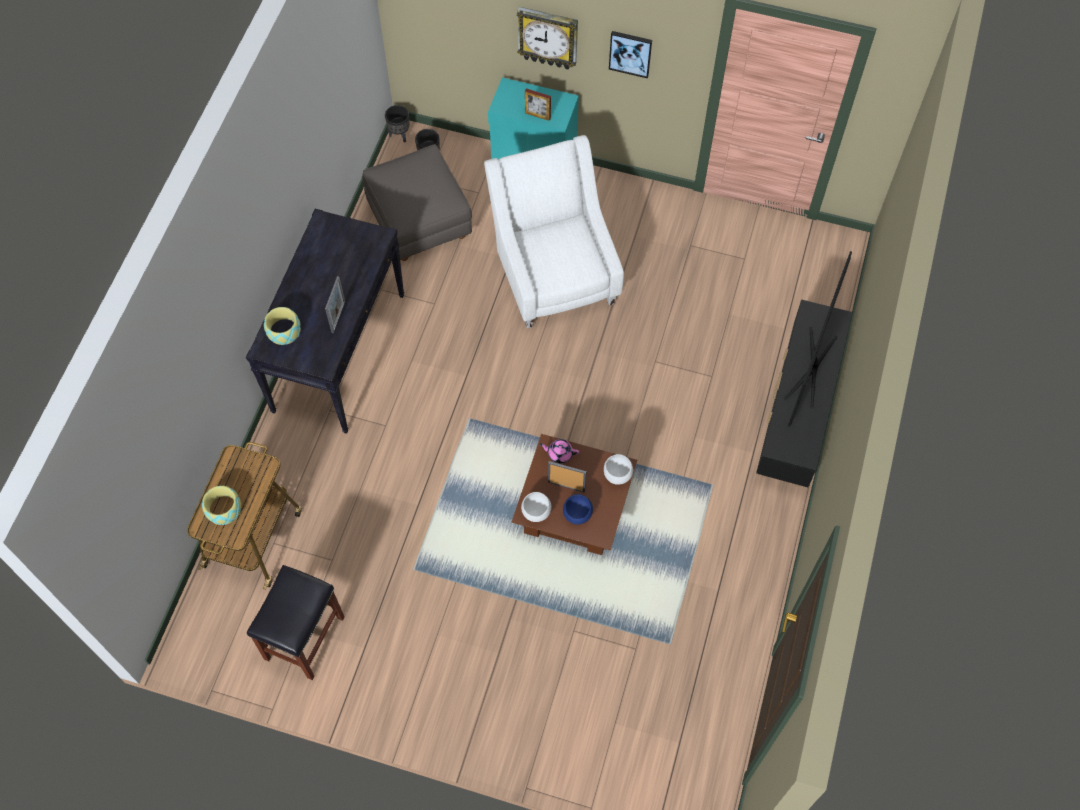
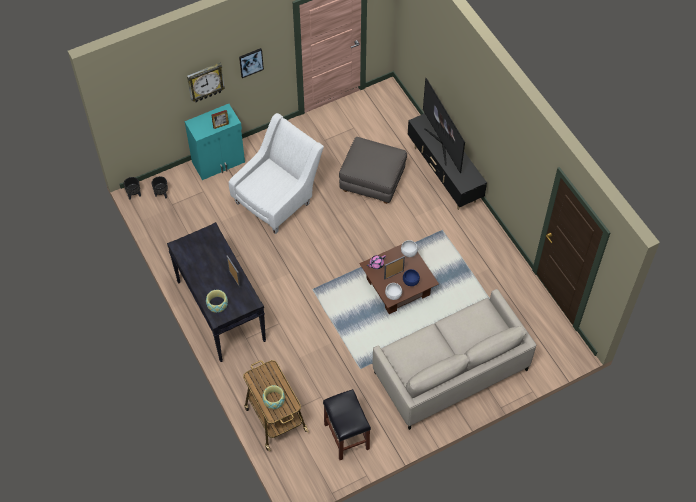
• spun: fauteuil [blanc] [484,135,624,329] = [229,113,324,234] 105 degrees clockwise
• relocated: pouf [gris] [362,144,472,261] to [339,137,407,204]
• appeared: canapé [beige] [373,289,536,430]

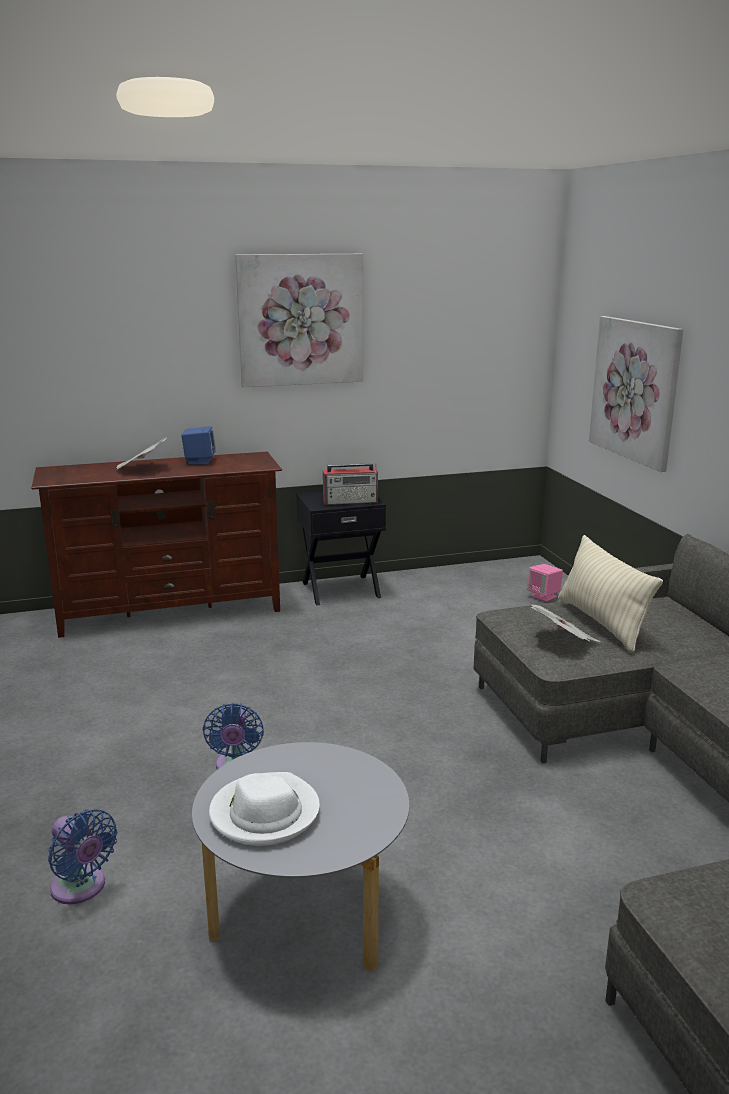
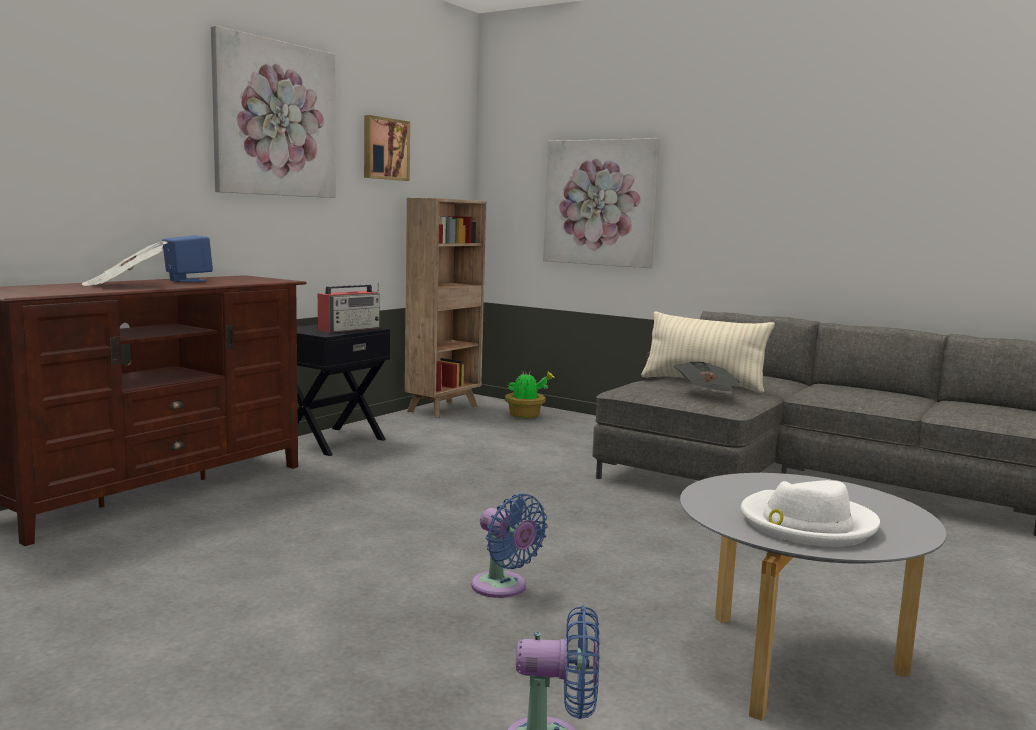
• exchanged: enceinte [rose] [527,564,563,602] to plante en pot [505,370,554,418]
• appeared: tableau [364,115,410,181]
• appeared: bibliothèque [marron] [405,198,486,418]

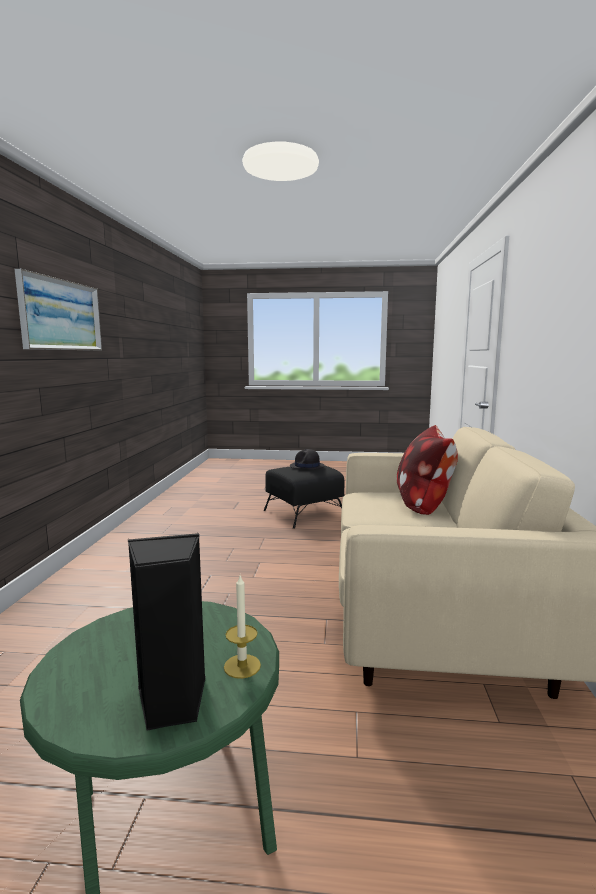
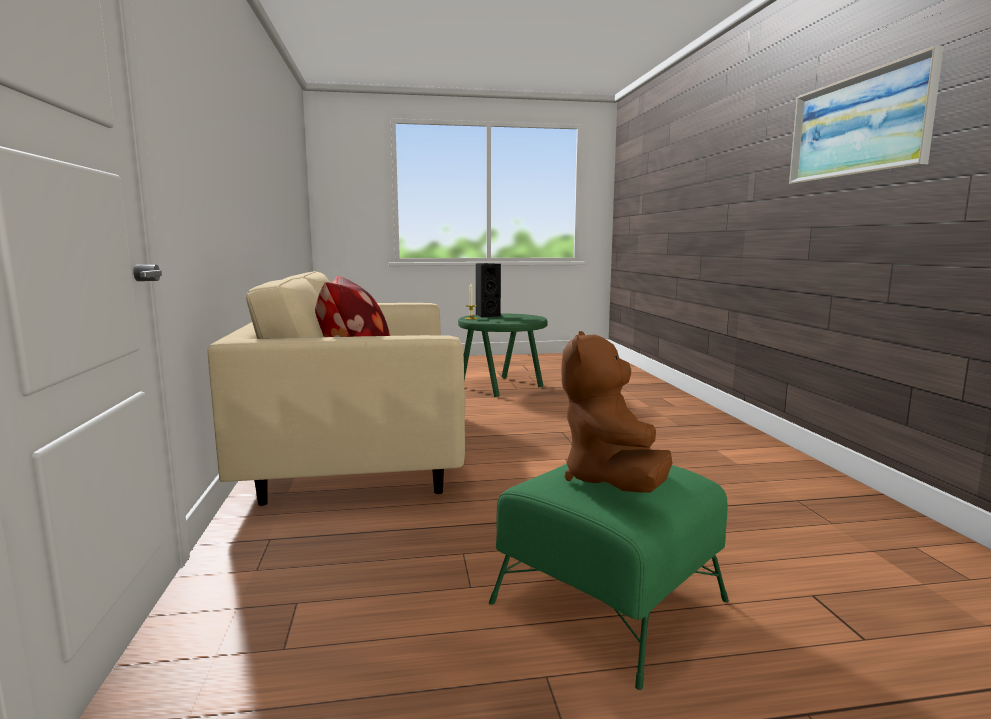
• exchanged: chapeau [noir] [290,449,325,469] to peluche [marron] [562,331,672,493]
• colour: pouf [noir] [264,466,344,529] to pouf [vert] [489,464,729,690]

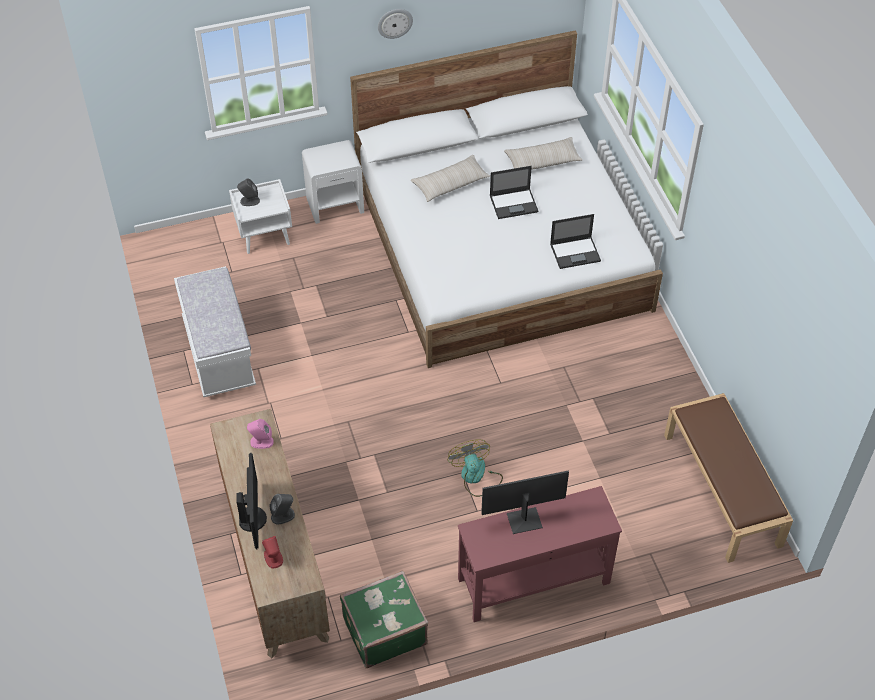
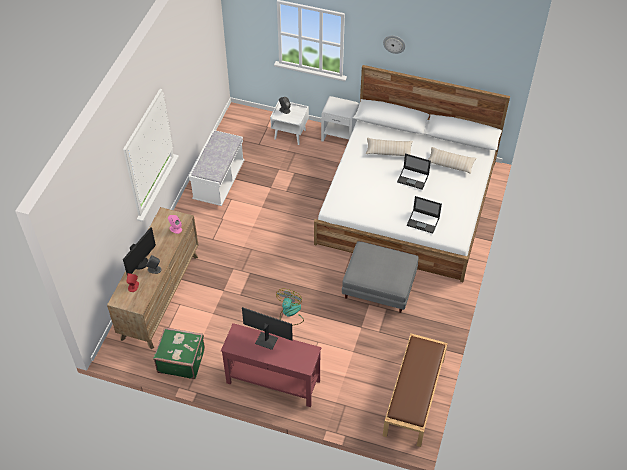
• appeared: pouf [gris] [342,241,419,313]

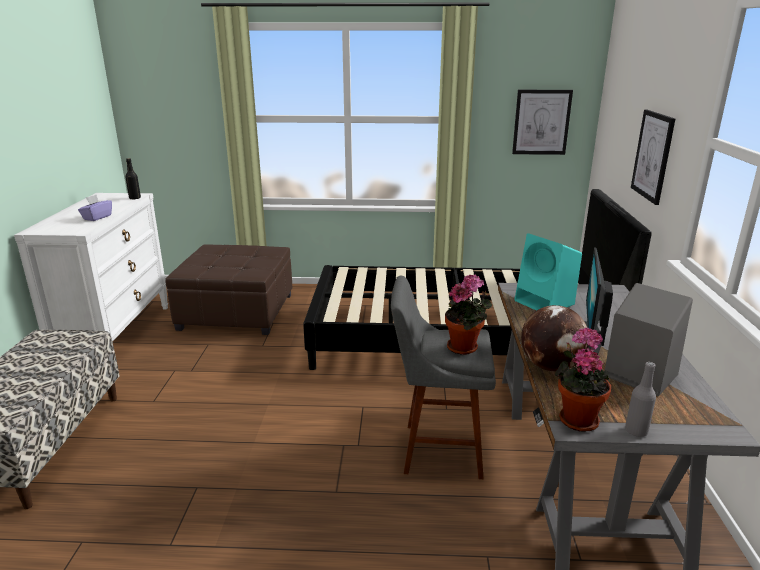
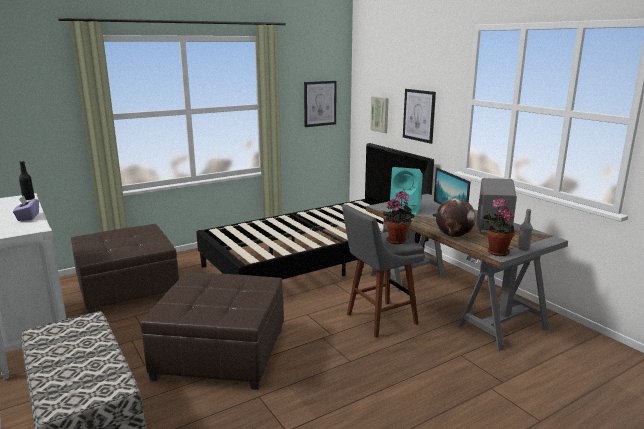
• appeared: tableau [370,96,389,133]
• appeared: pouf [marron] [140,272,284,390]

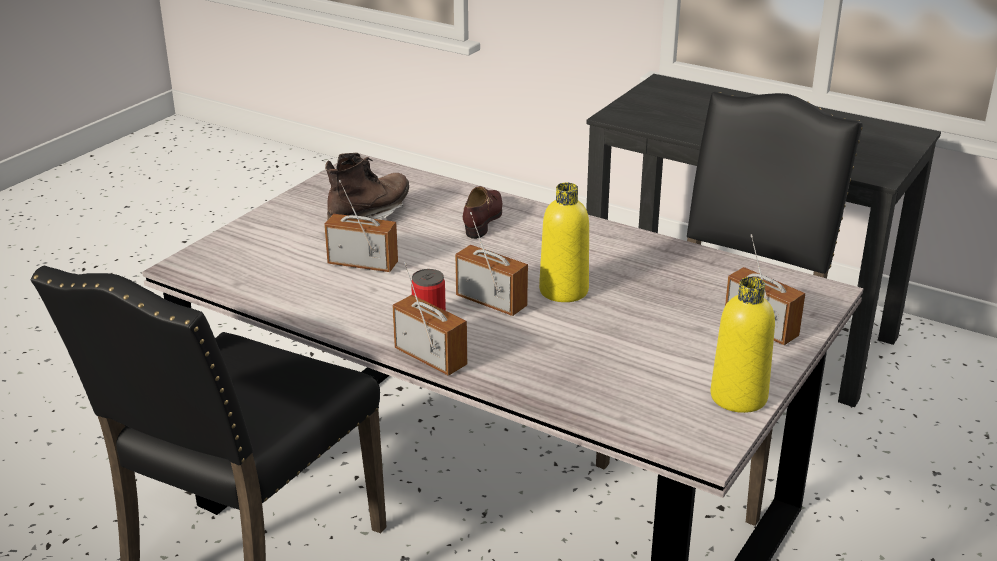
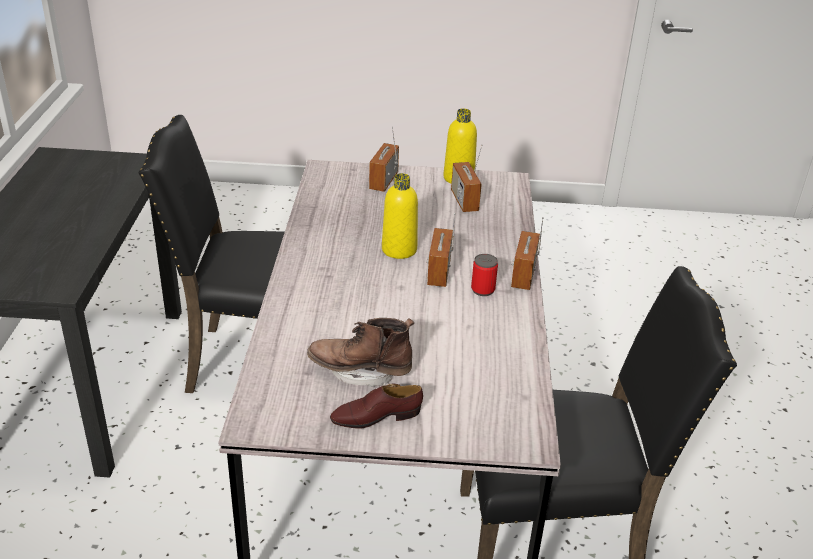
• relocated: radio [324,180,398,272] to [451,144,483,212]
• relocated: chaussure [marron] [463,186,502,239] to [330,383,423,429]

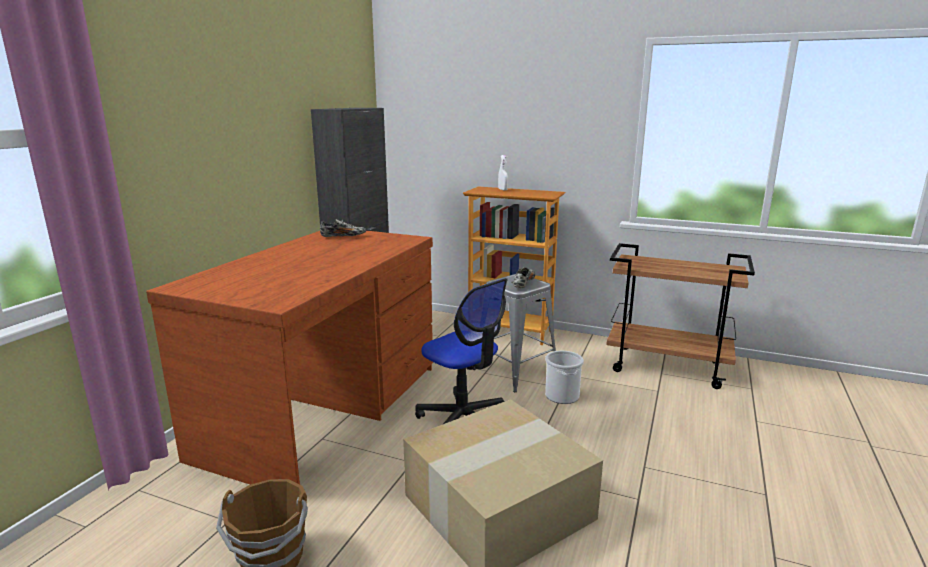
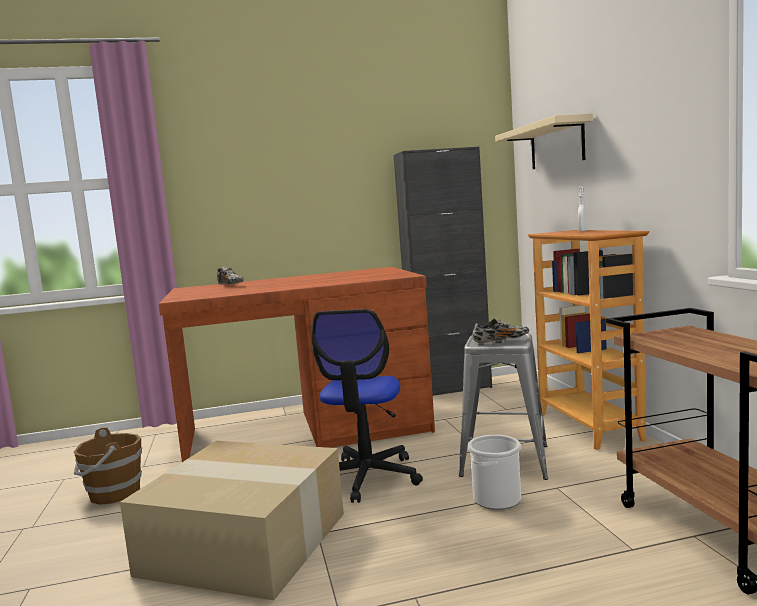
• relocated: chaussure [320,219,366,237] to [217,266,244,286]
• appeared: étagère [beige] [495,113,593,169]

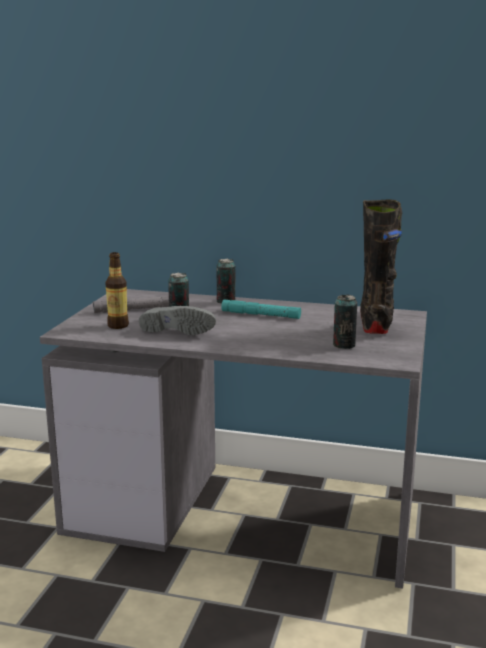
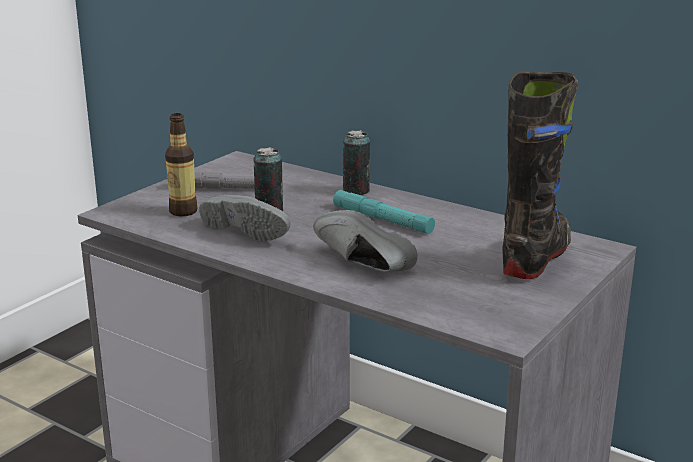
• missing: boîte métallique [333,295,357,349]
• appeared: chaussure [gris] [313,210,418,272]

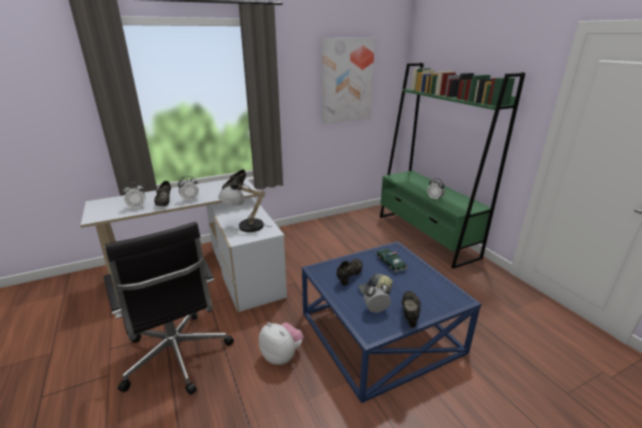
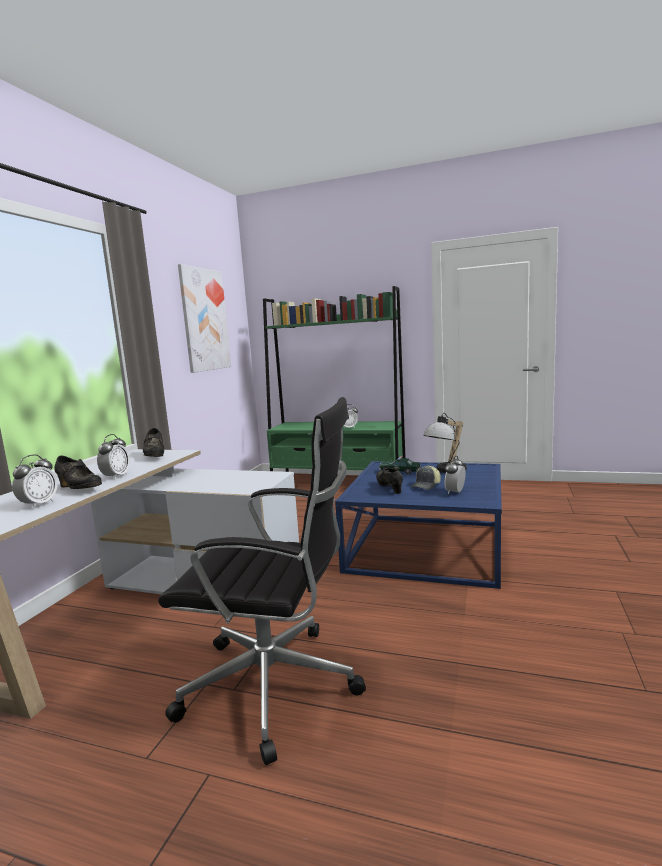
• relocated: lampe de table [218,181,273,232] to [423,413,467,473]
• missing: chaussure [noir] [402,291,421,328]
• missing: peluche [259,322,304,365]

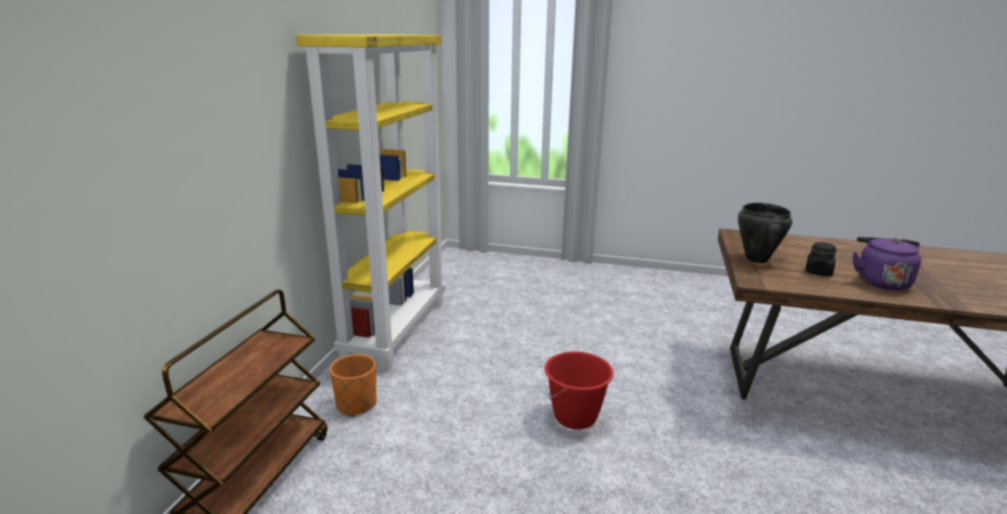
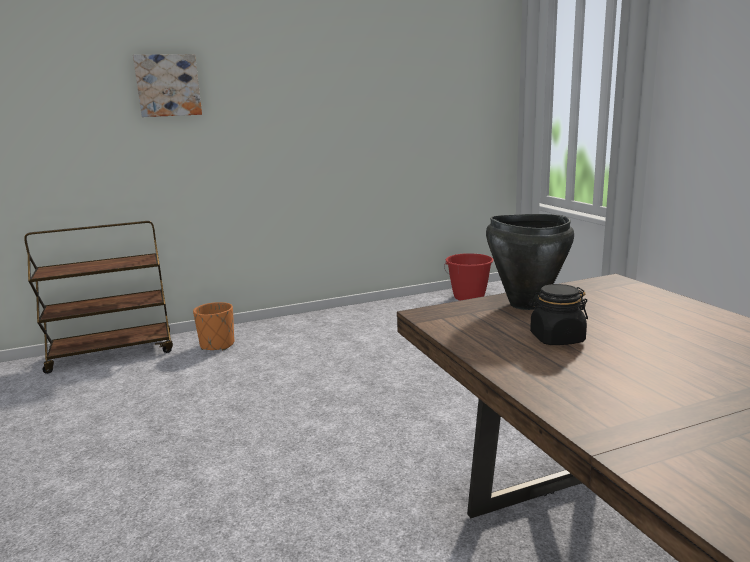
• missing: bibliothèque [jaune] [296,34,445,372]
• missing: bouilloire [violet] [853,237,921,290]
• relocated: seau [rouge] [545,352,614,430] to [444,253,494,301]
• appeared: tableau [133,54,202,117]

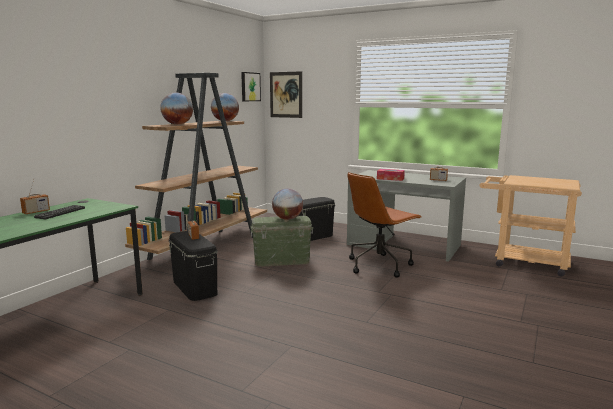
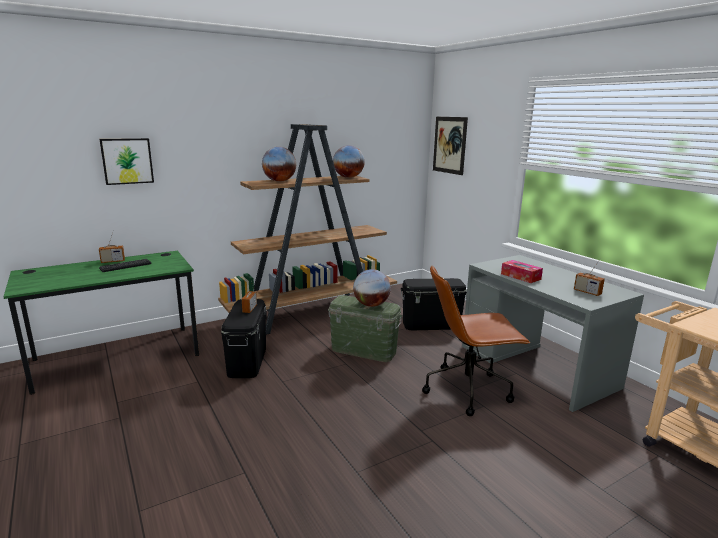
• relocated: tableau [241,72,261,101] to [99,138,154,185]

